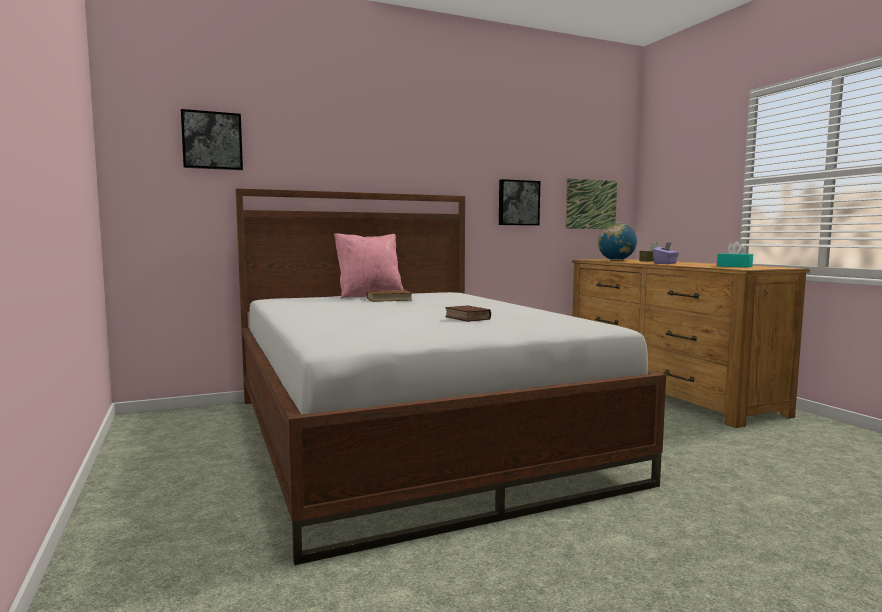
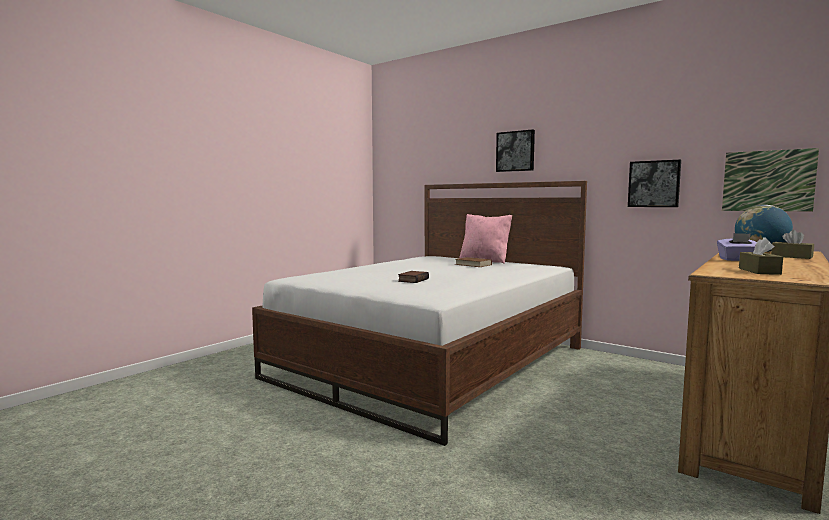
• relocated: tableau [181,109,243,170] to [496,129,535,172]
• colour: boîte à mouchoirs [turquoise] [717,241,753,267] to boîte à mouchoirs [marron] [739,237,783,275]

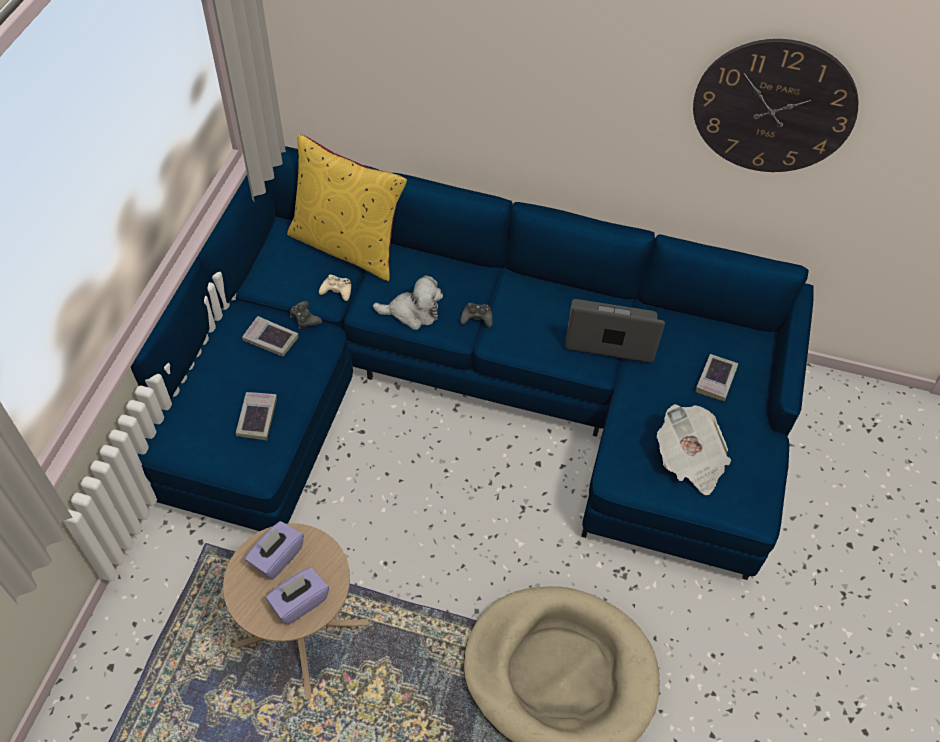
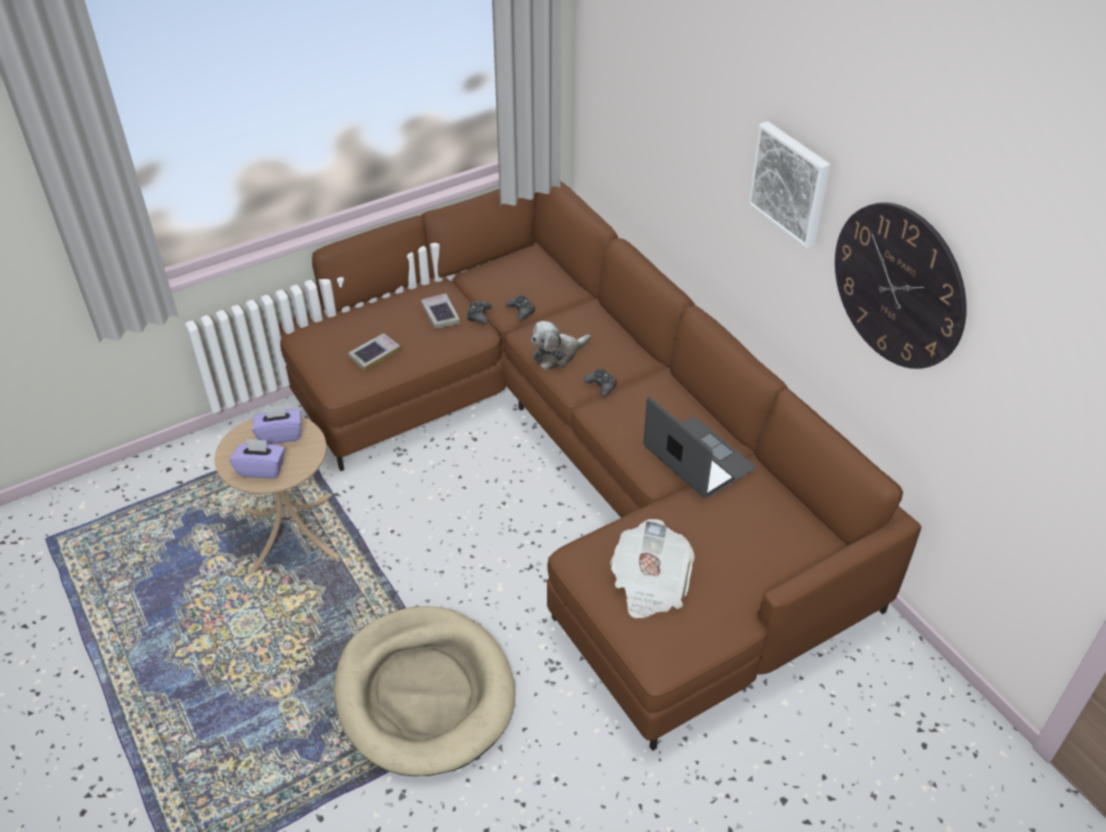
• missing: coussin [jaune] [287,134,407,281]
• colour: canapé [bleu] [131,146,814,580] to canapé [marron] [279,181,921,751]
• colour: manette [beige] [319,275,351,301] to manette [noir] [506,294,535,320]
• spun: peluche [373,275,443,330] = [531,321,591,370] 105 degrees clockwise
• missing: livre [695,354,738,401]
• appeared: tableau [747,121,831,249]

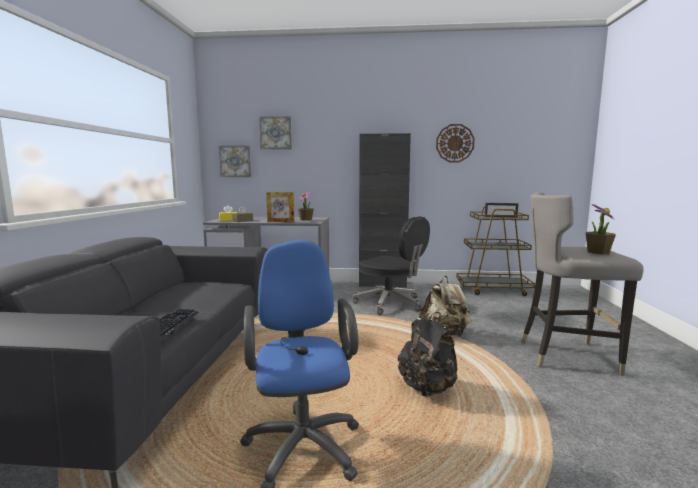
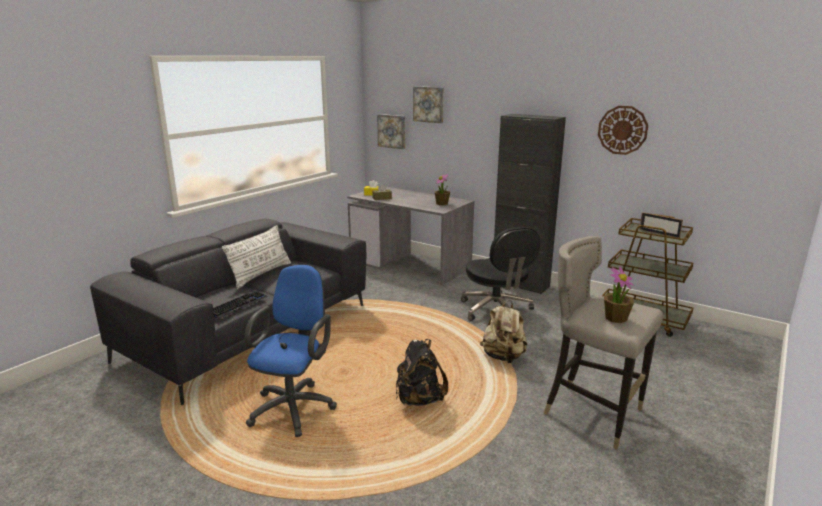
• missing: cadre photo [266,192,294,222]
• appeared: coussin [blanc] [222,225,291,289]

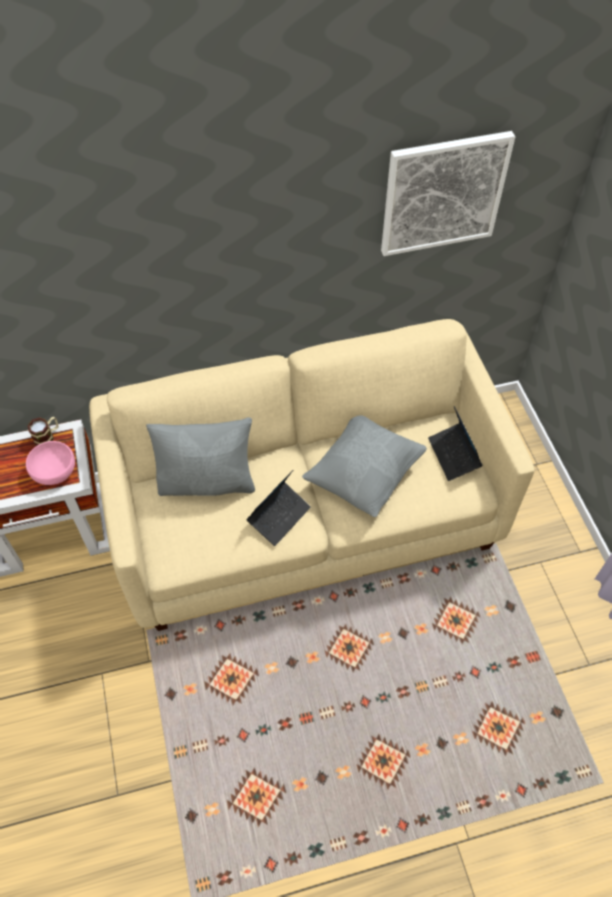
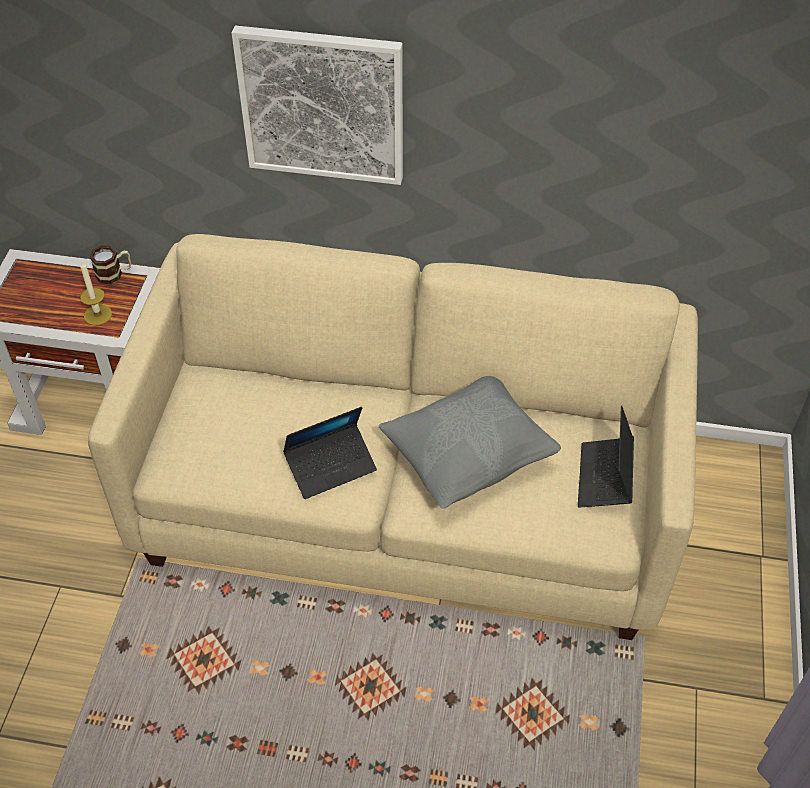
• relocated: tableau [381,131,516,256] to [232,25,403,185]
• missing: coussin [gris] [146,417,255,496]
• exchanged: bol [rose] [26,441,75,485] to bougie [80,260,112,325]

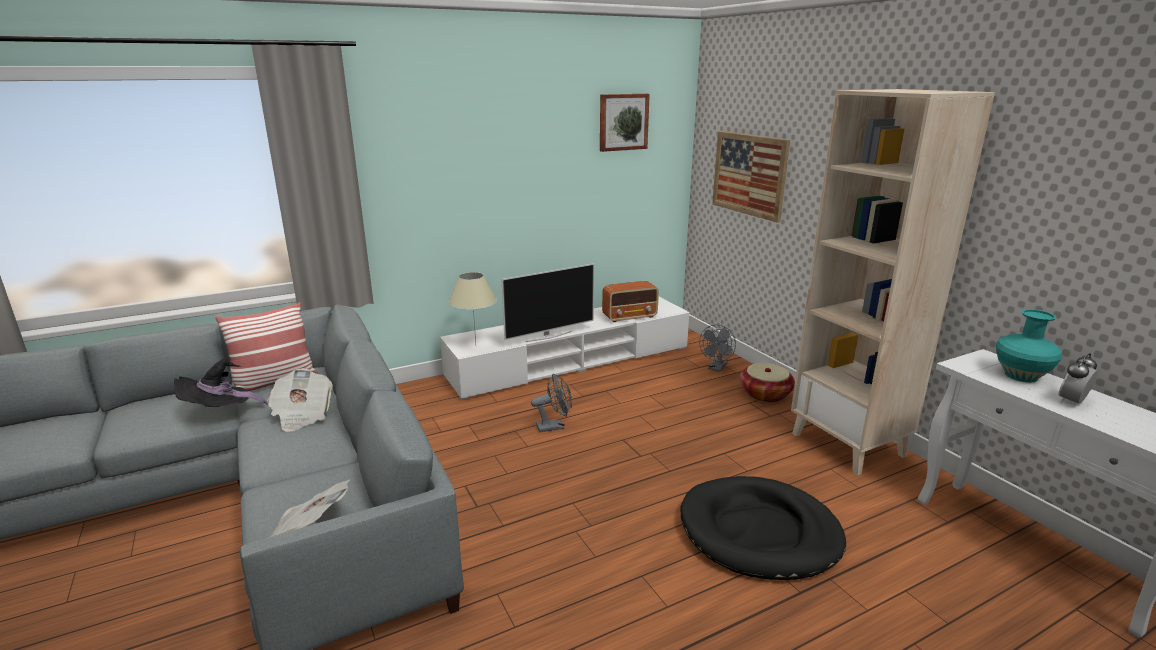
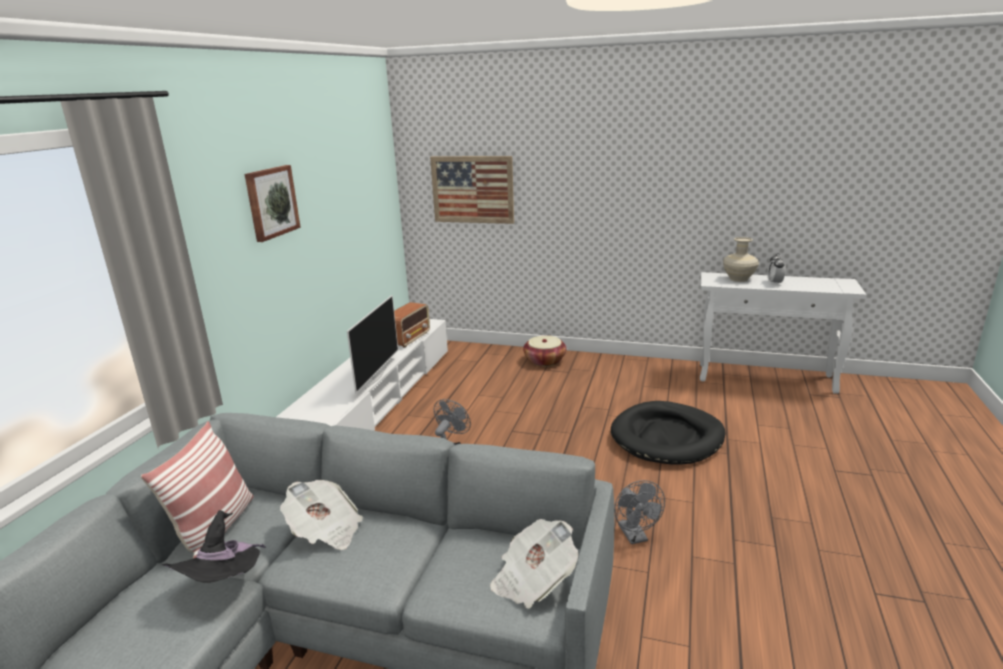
• missing: bibliothèque [beige] [791,89,995,476]
• relocated: tableau [600,94,650,152] to [245,165,301,242]
• missing: lampe de table [beige] [449,272,497,344]
• colour: vase [turquoise] [996,309,1063,383] to vase [beige] [723,237,759,282]
• relocated: ventilateur [gris] [699,324,736,372] to [614,480,665,544]

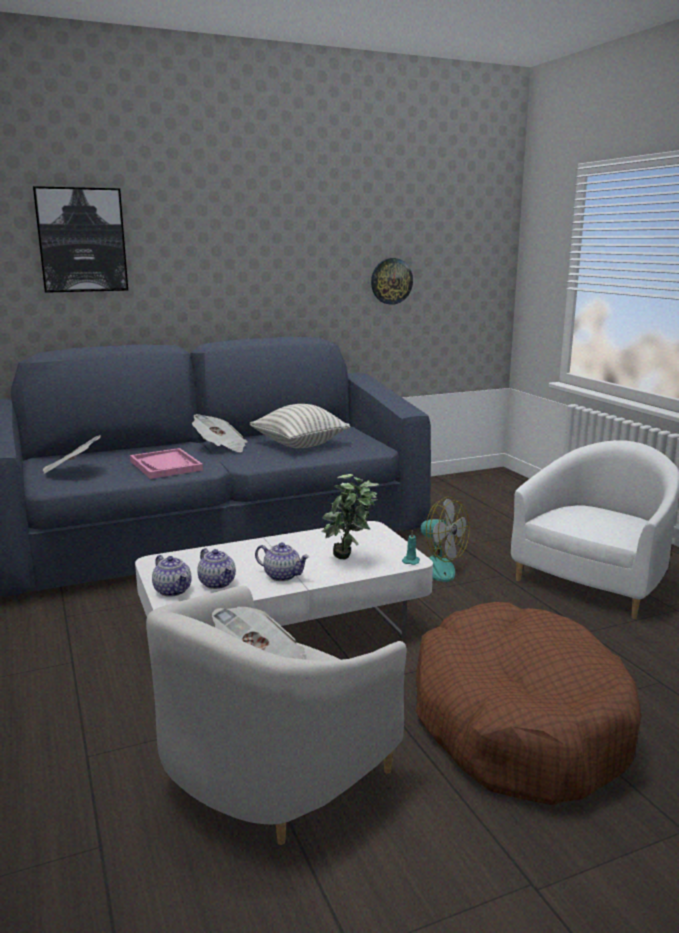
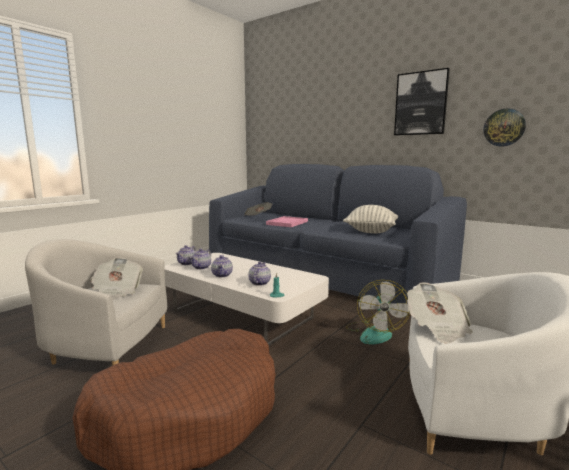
• relocated: tableau [33,186,128,293] to [394,68,450,136]
• relocated: journal [192,414,247,452] to [407,283,473,344]
• exchanged: plante en pot [321,474,379,559] to théière [248,262,271,286]

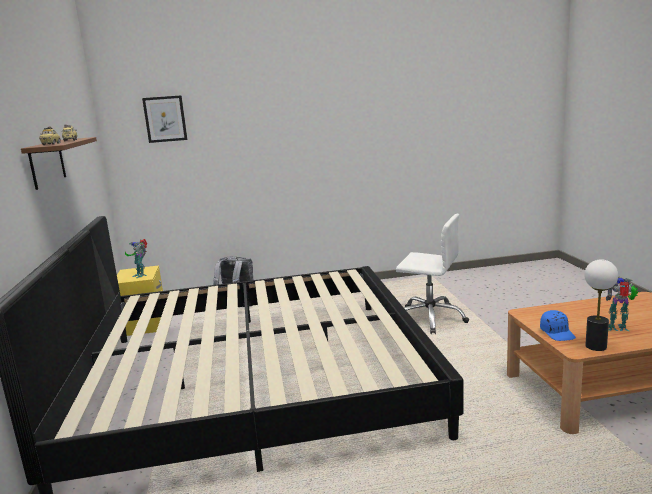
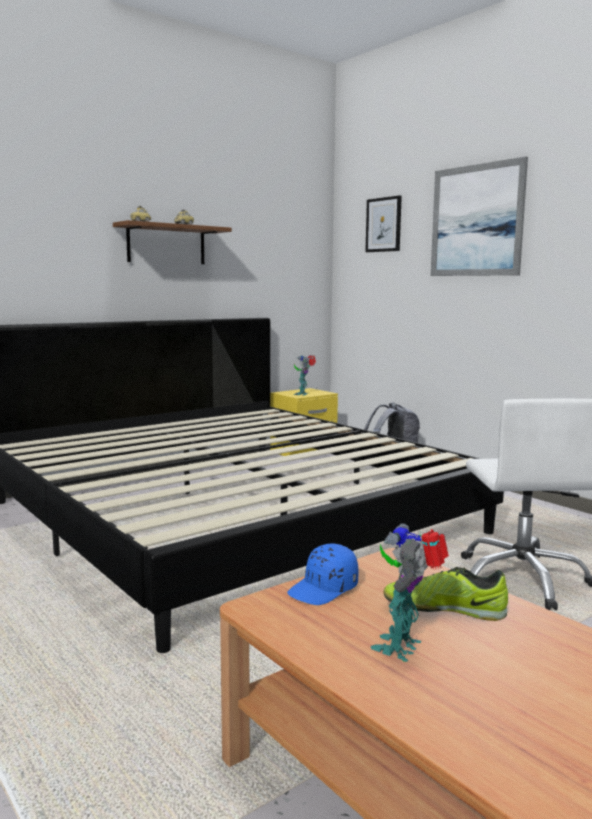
• missing: lampe de table [584,259,618,351]
• spun: robot jouet [606,278,638,331] = [371,523,449,662] 135 degrees counterclockwise
• appeared: tableau [431,157,528,276]
• appeared: chaussure [383,567,508,621]

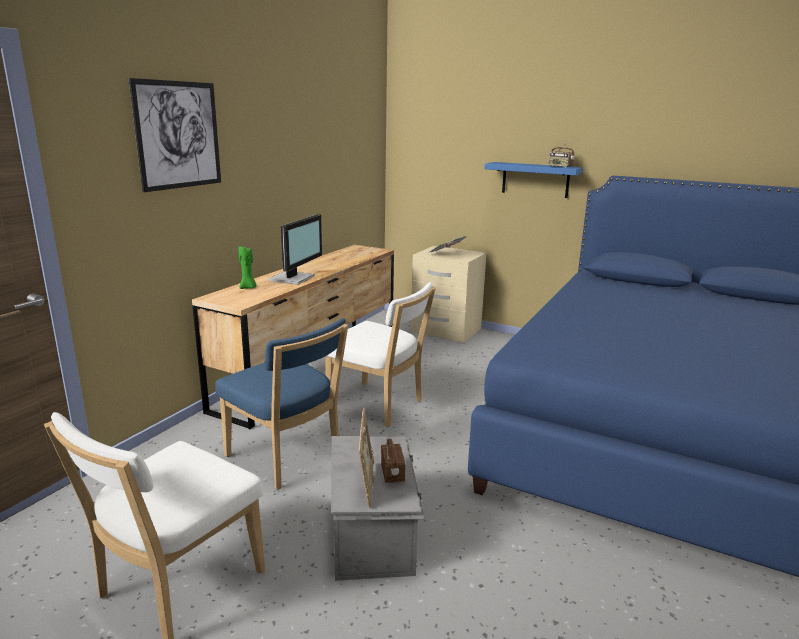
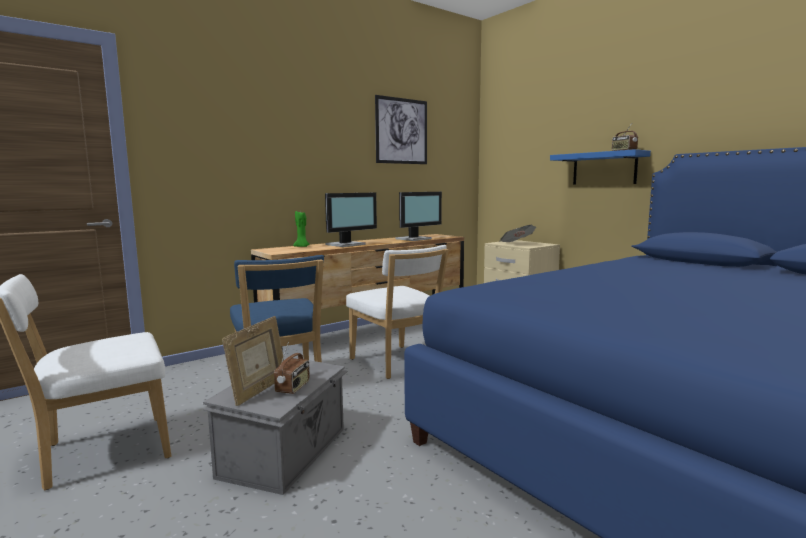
• relocated: tableau [129,78,221,192] to [375,95,427,164]
• appeared: écran d'ordinateur [396,192,442,241]

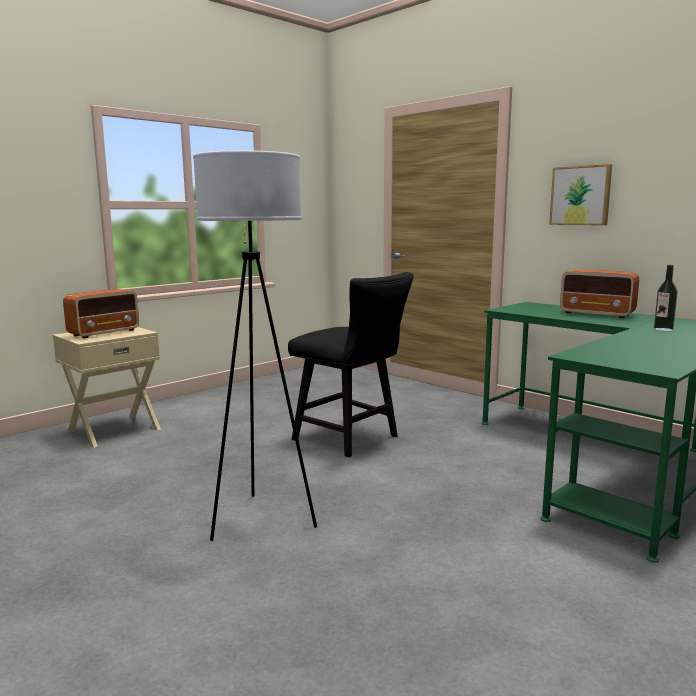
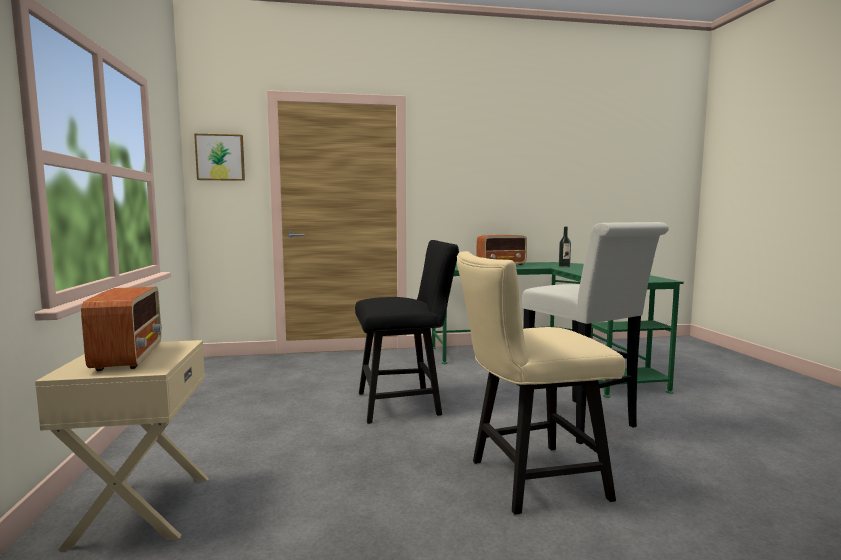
• exchanged: lampadaire [blanc] [193,150,317,541] to chaise [beige] [457,251,625,515]
• relocated: tableau [549,164,612,225] to [194,134,245,181]
• appeared: tabouret [blanc] [522,222,669,444]

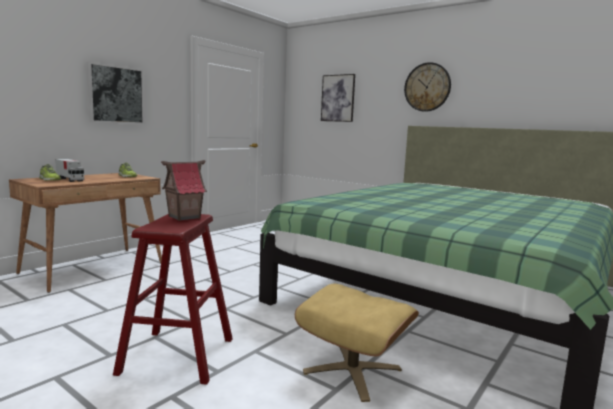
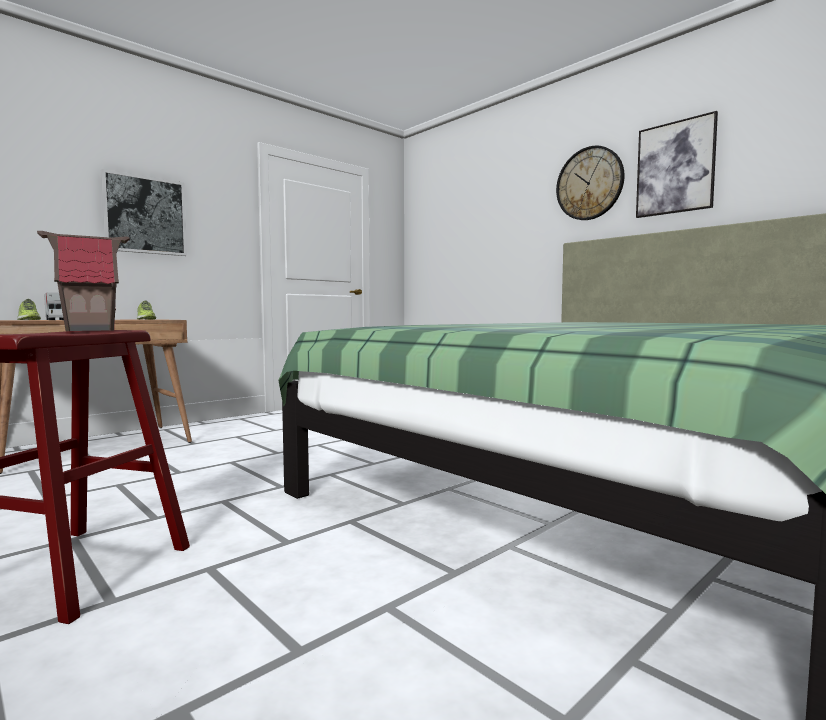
• relocated: tableau [321,74,355,122] to [636,111,718,218]
• missing: pouf [beige] [295,284,419,402]

